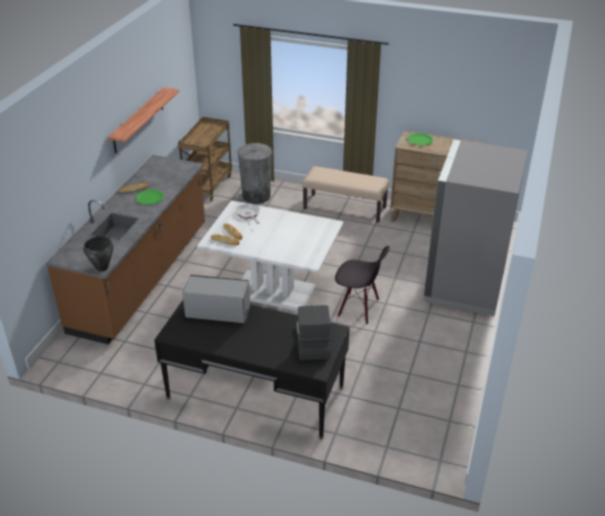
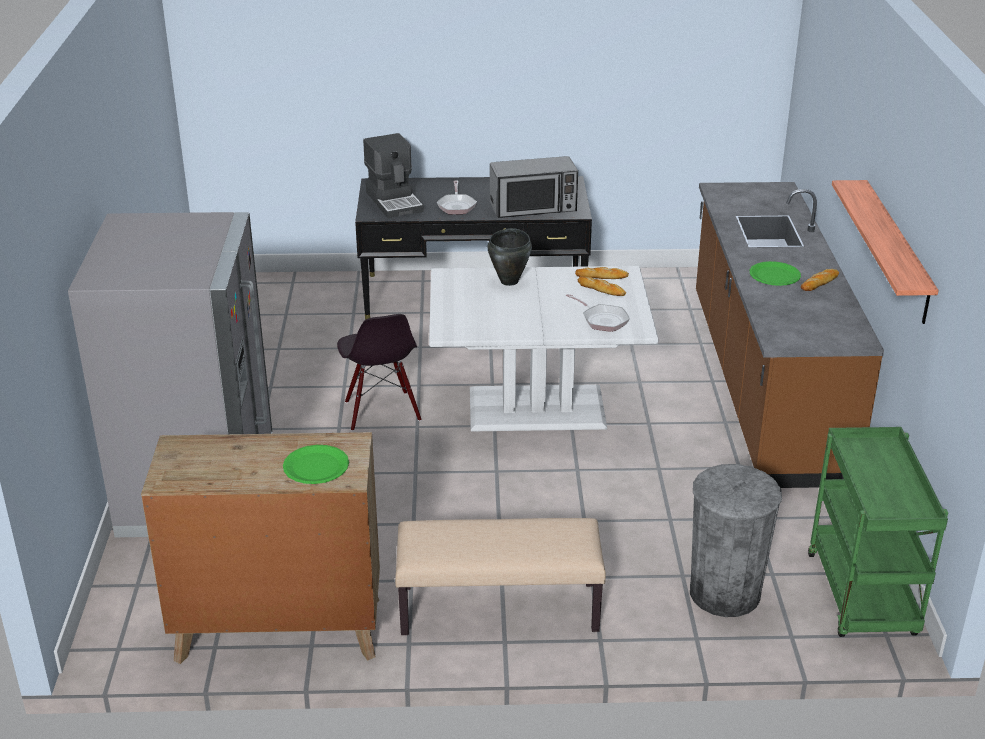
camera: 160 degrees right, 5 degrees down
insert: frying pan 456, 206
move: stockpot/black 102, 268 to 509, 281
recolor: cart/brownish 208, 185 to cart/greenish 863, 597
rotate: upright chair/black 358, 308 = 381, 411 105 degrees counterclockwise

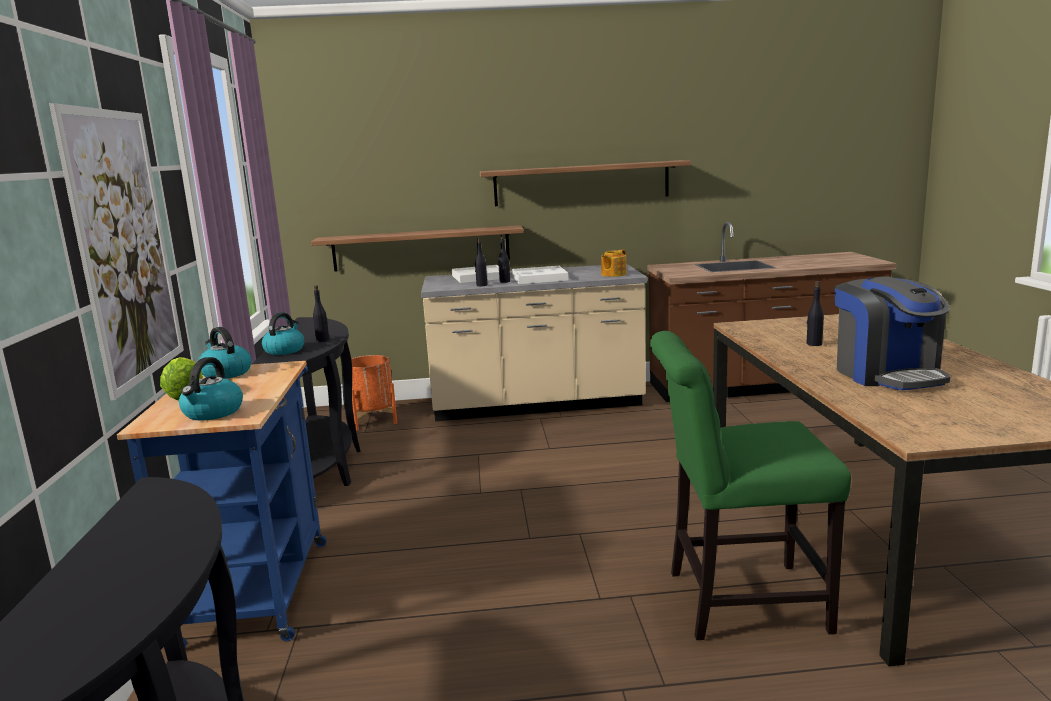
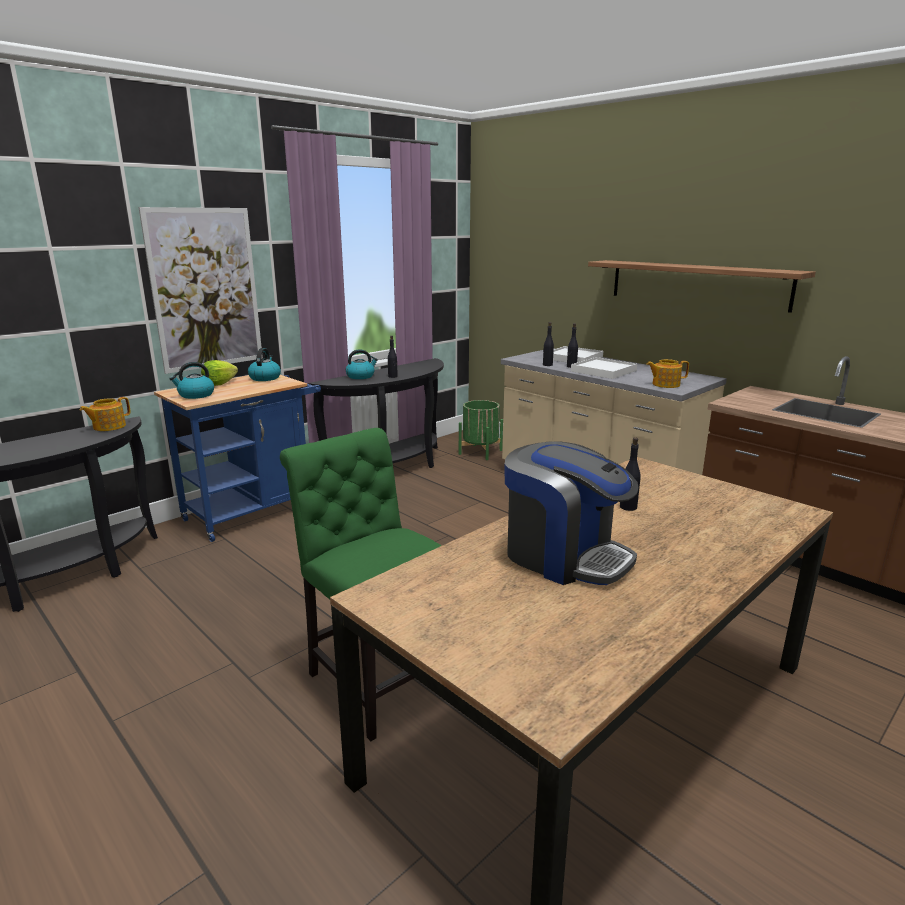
camera: 50 degrees right, 5 degrees up
delete: wall shelf 421, 248
insert: teapot 108, 427
recolor: flower pot/orange-coloured 373, 420 to flower pot/greenish 480, 452
rotate: coffee machine 887, 375 = 564, 556 90 degrees counterclockwise

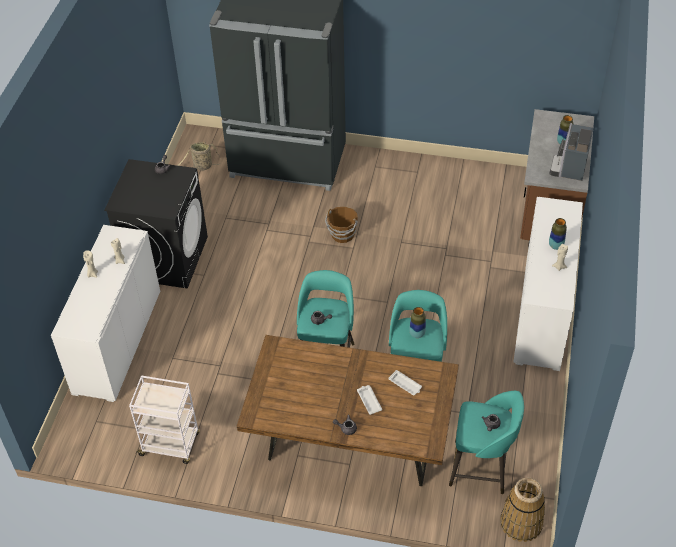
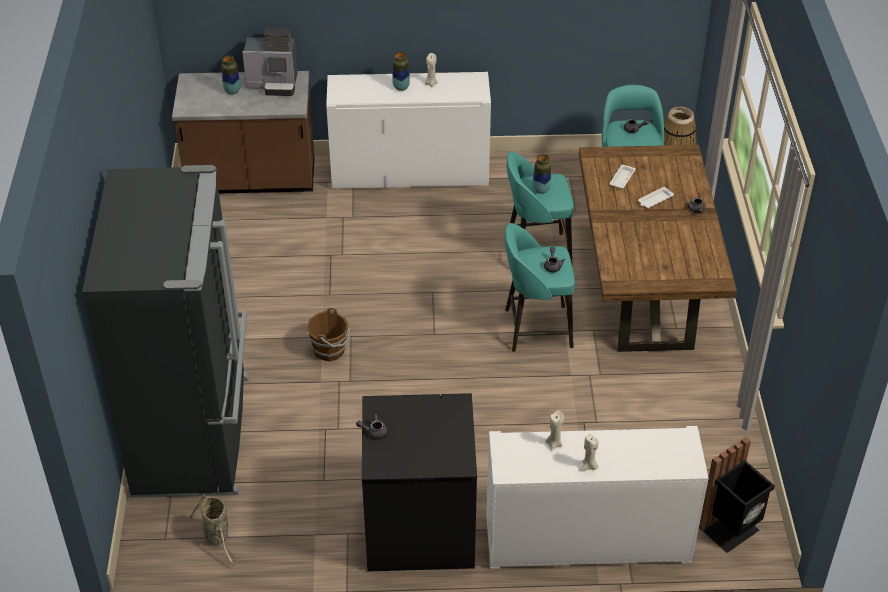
camera: 105 degrees left, 5 degrees down
delete: cart/whitish 170, 444
insert: waste bin/black 731, 530

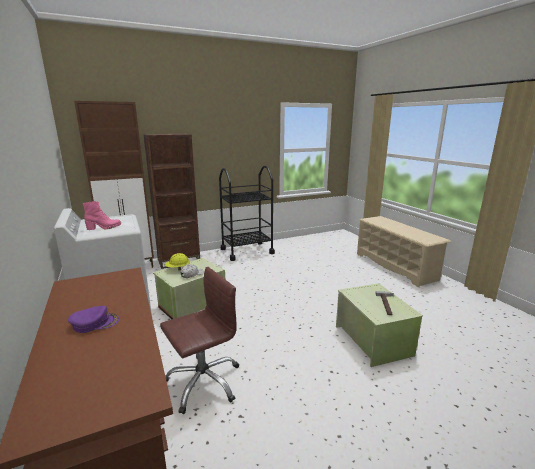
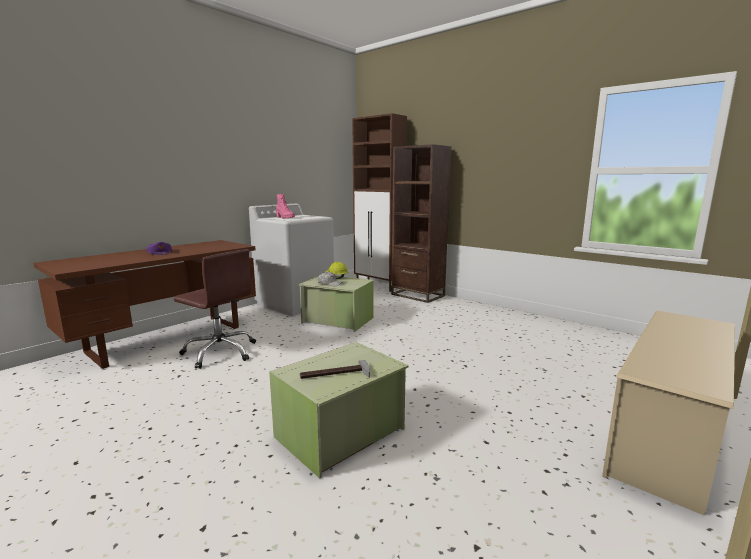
camera: 65 degrees right, 5 degrees down
delete: cart/black 247, 251

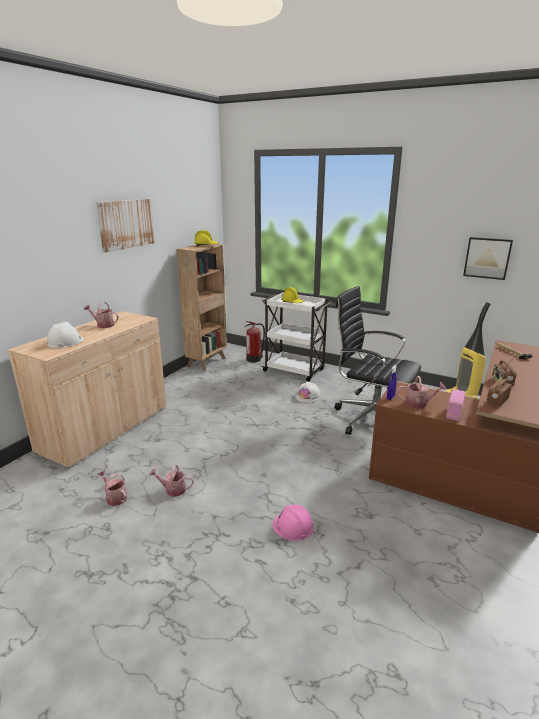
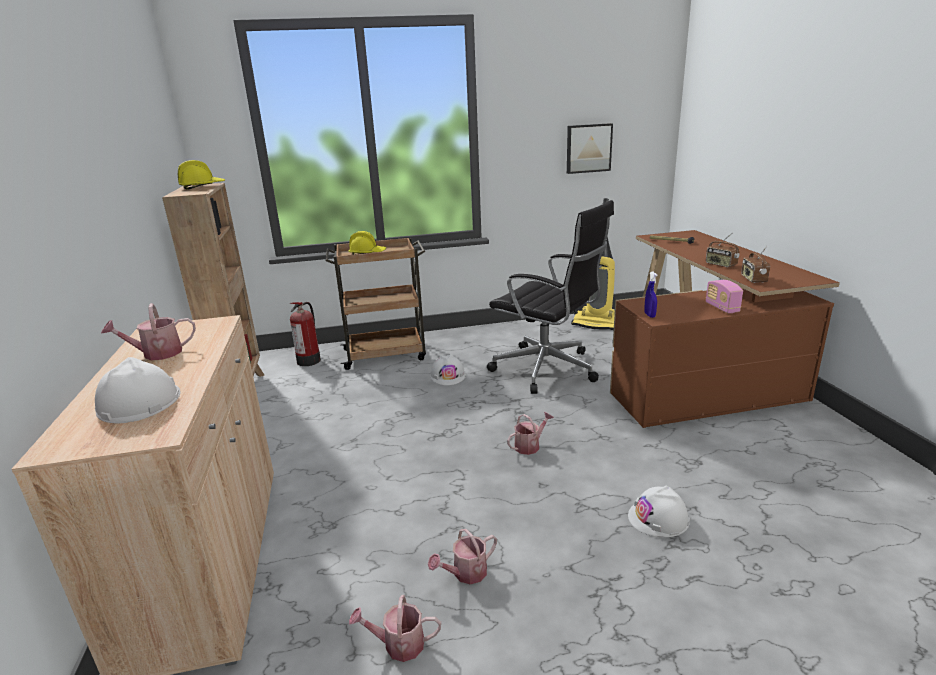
camera: 40 degrees left, 0 degrees up
delete: wall art 126, 224
move: watering can 419, 403 to 530, 445
recolor: cart/whitish 295, 371 to cart/brownish 386, 354; safety helmet/pinkish 293, 526 to safety helmet/whitish 658, 518
rotate: computer chair/black 371, 418 = 548, 369 135 degrees counterclockwise

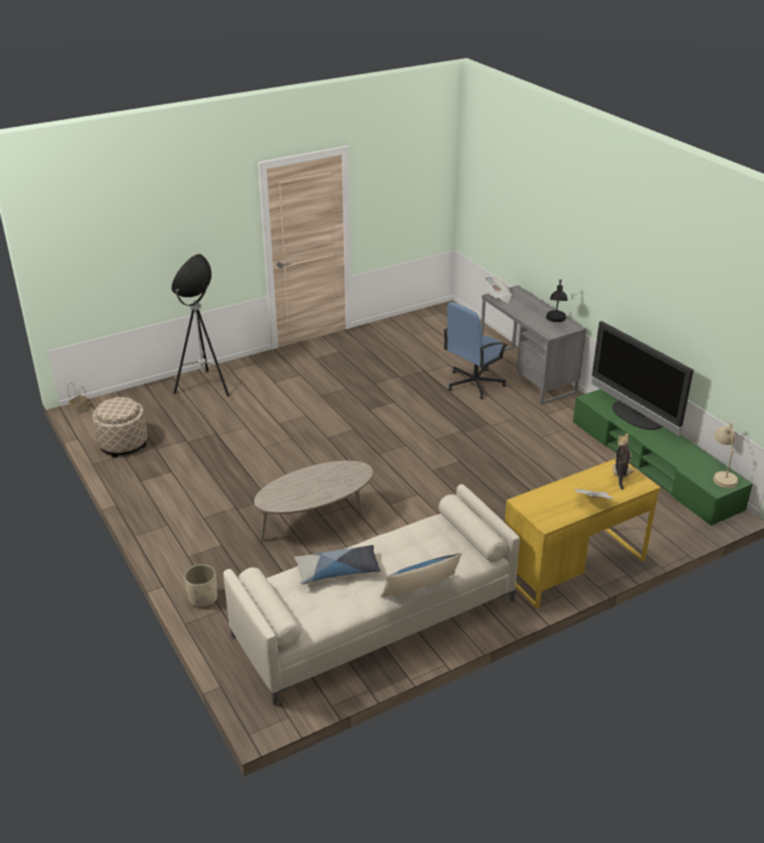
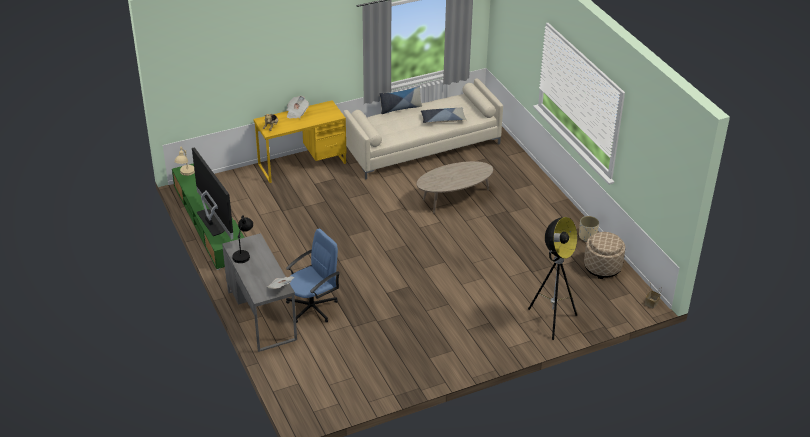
camera: 175 degrees left, 5 degrees up
move: flower pot/sand-coloured 202, 598 to 587, 237

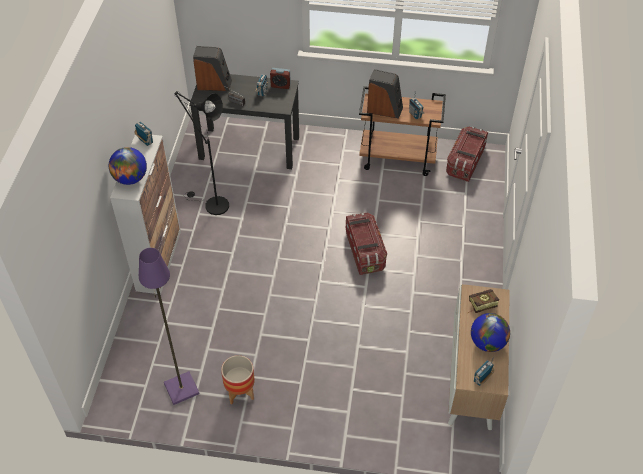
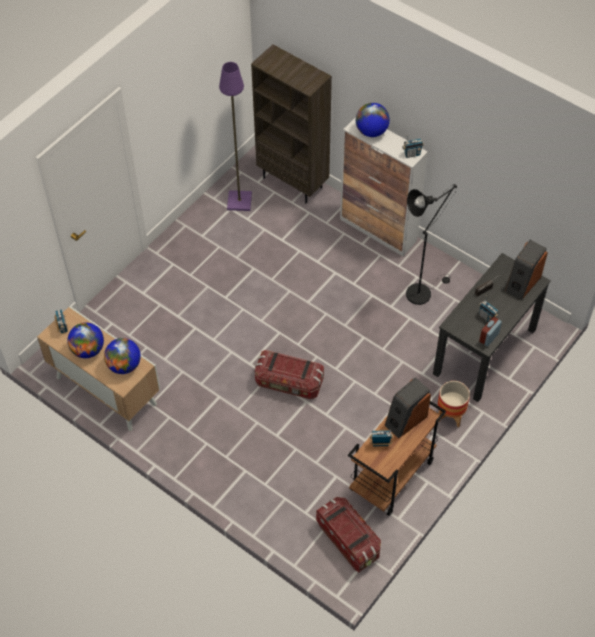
camera: 120 degrees right, 5 degrees up
insert: bookcase/brownish 293, 182
move: flower pot 240, 392 to 450, 415
replace: book 479, 305 to globe 124, 365

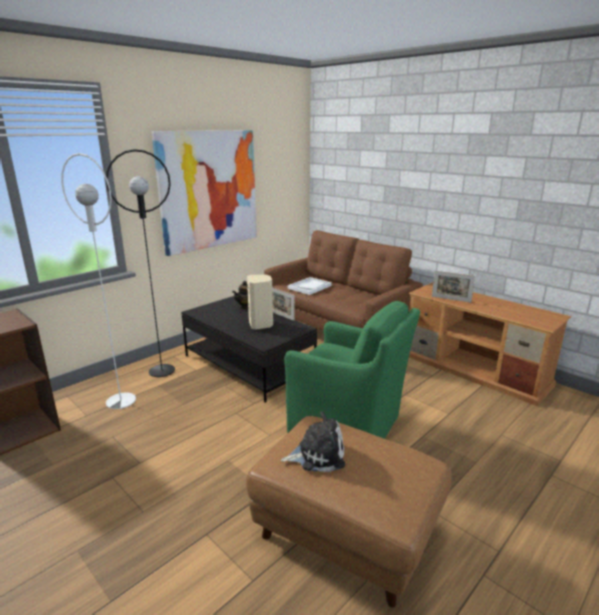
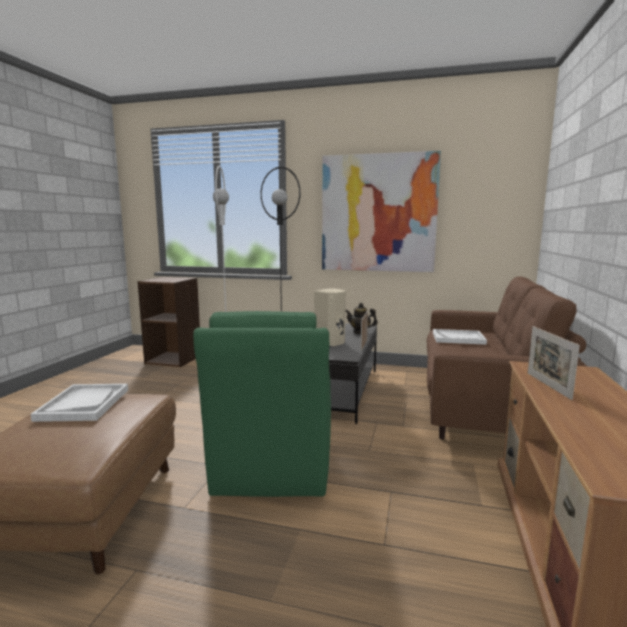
camera: 60 degrees right, 10 degrees down
replace: plush toy 317, 455 to tray/whitish 84, 404

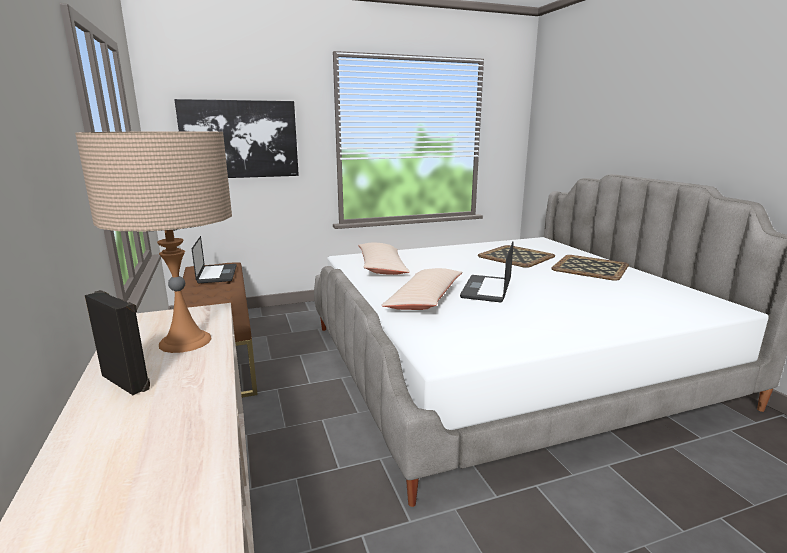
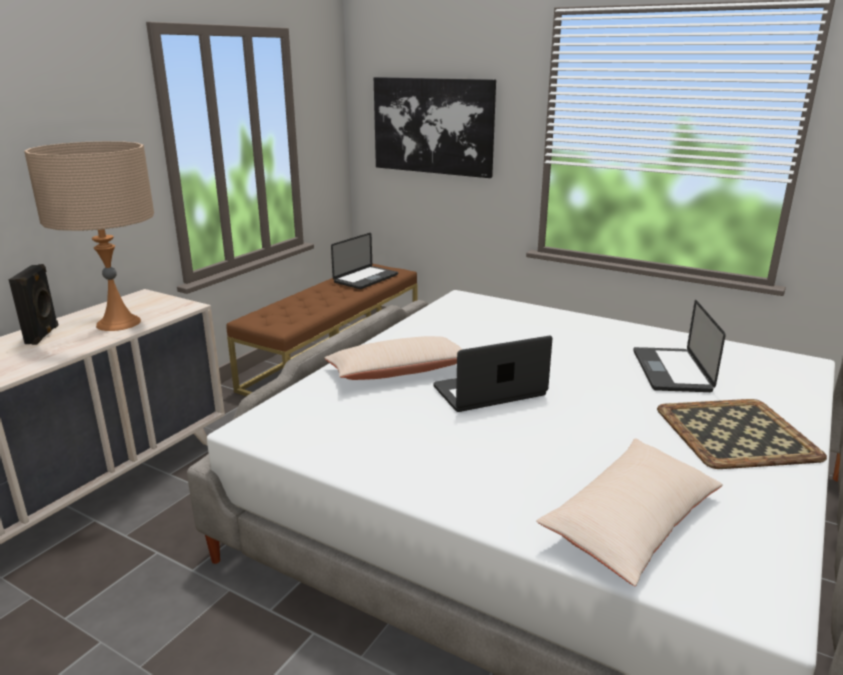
camera: 50 degrees right, 5 degrees up
move: cushion/sand-coloured 382, 267 to 632, 522
replace: tray 517, 256 to laptop 671, 371

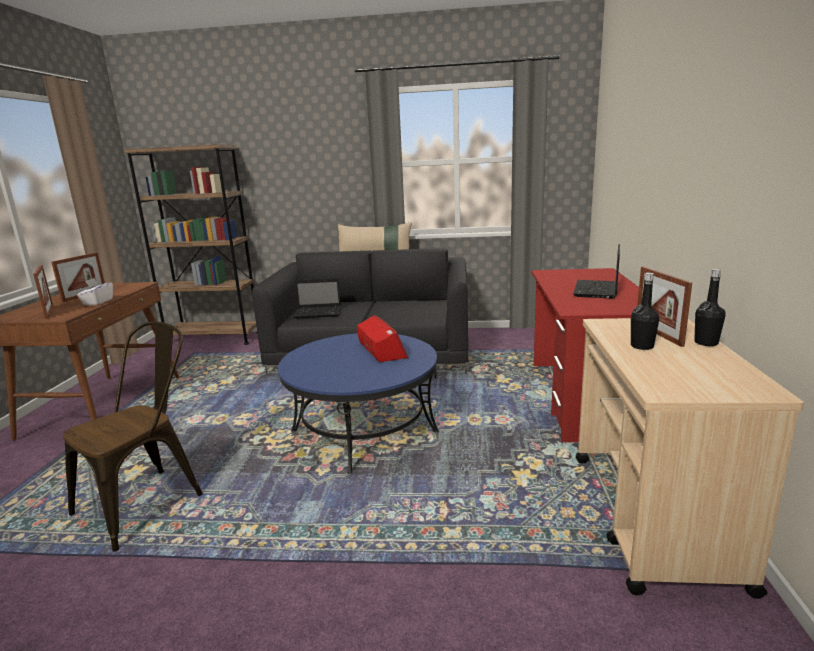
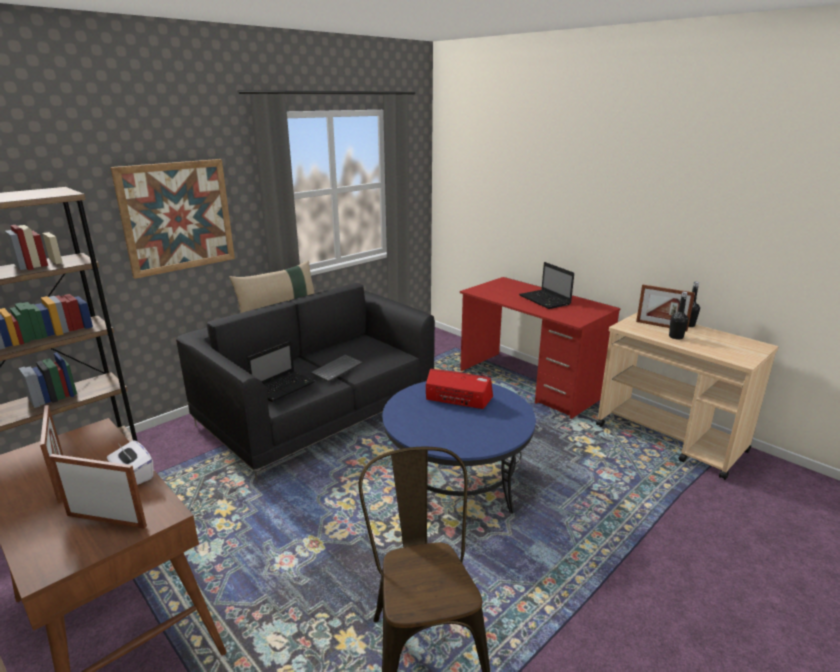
camera: 50 degrees left, 5 degrees up
insert: wall art 177, 217; computer keyboard 337, 369

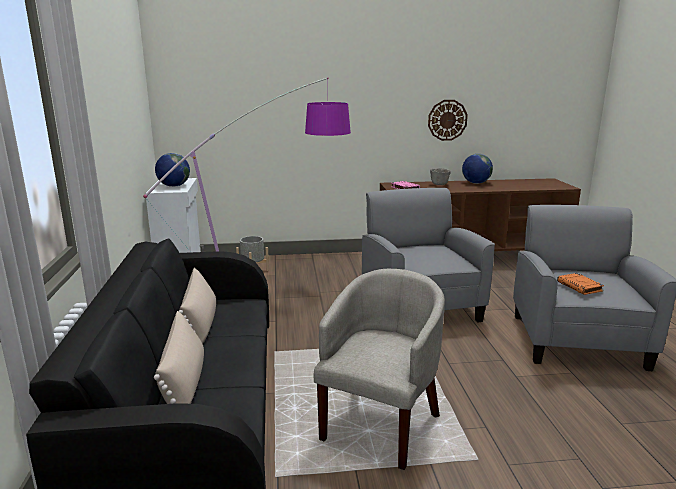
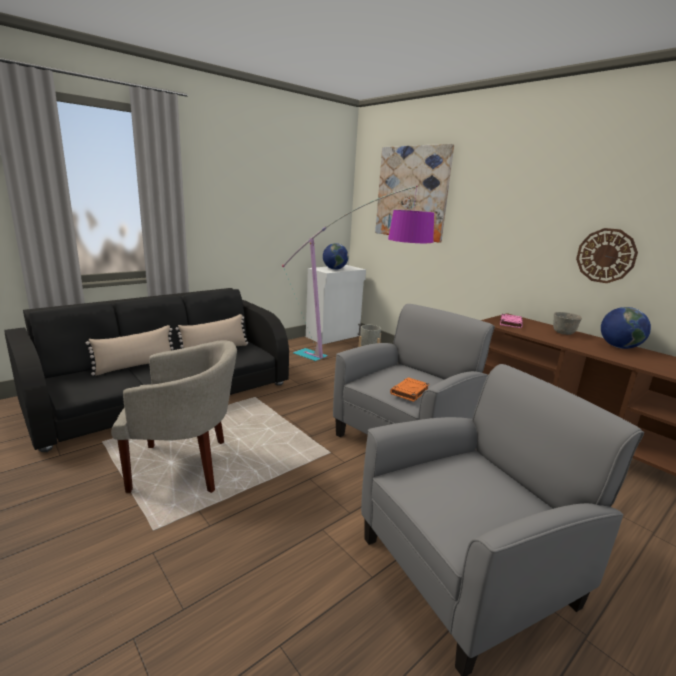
camera: 55 degrees right, 0 degrees up
insert: wall art 412, 193
move: book/orange-coloured 580, 287 to 409, 392

